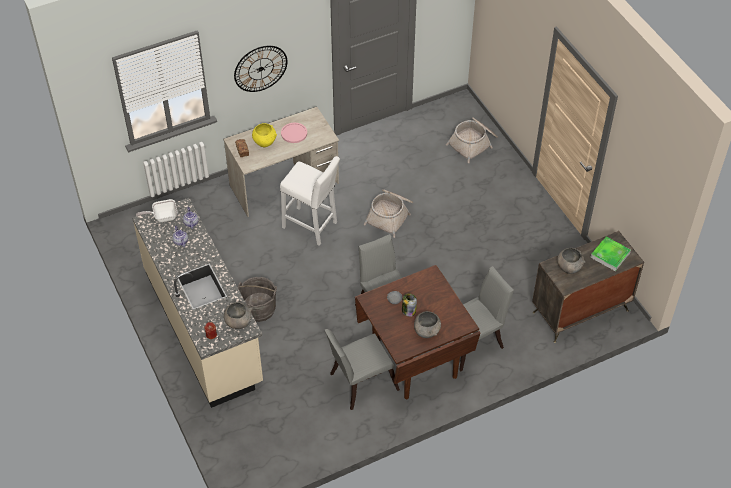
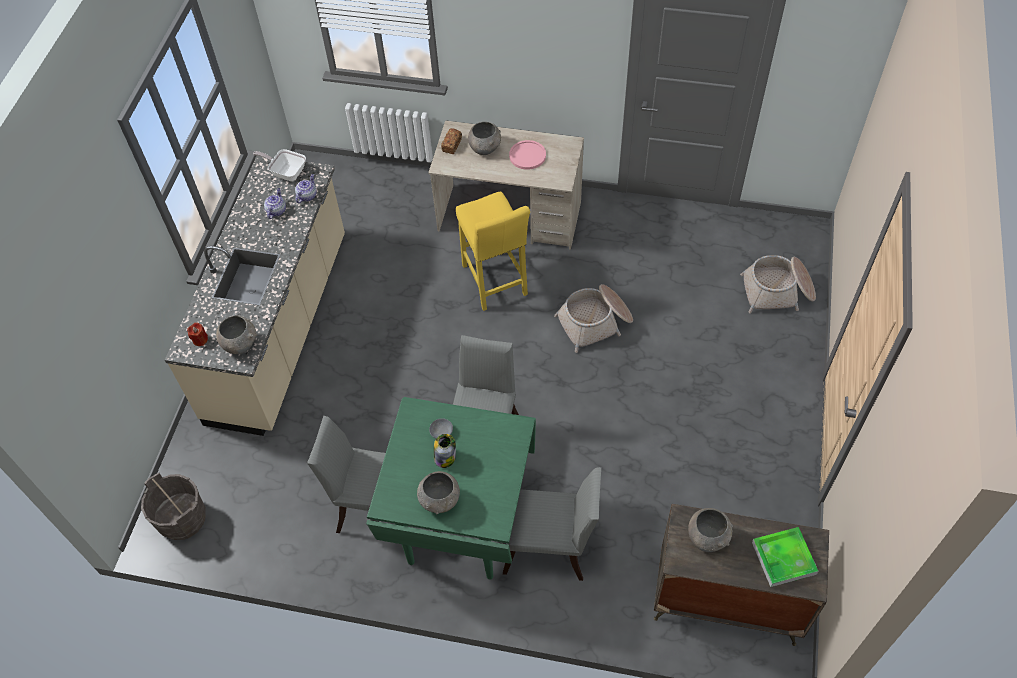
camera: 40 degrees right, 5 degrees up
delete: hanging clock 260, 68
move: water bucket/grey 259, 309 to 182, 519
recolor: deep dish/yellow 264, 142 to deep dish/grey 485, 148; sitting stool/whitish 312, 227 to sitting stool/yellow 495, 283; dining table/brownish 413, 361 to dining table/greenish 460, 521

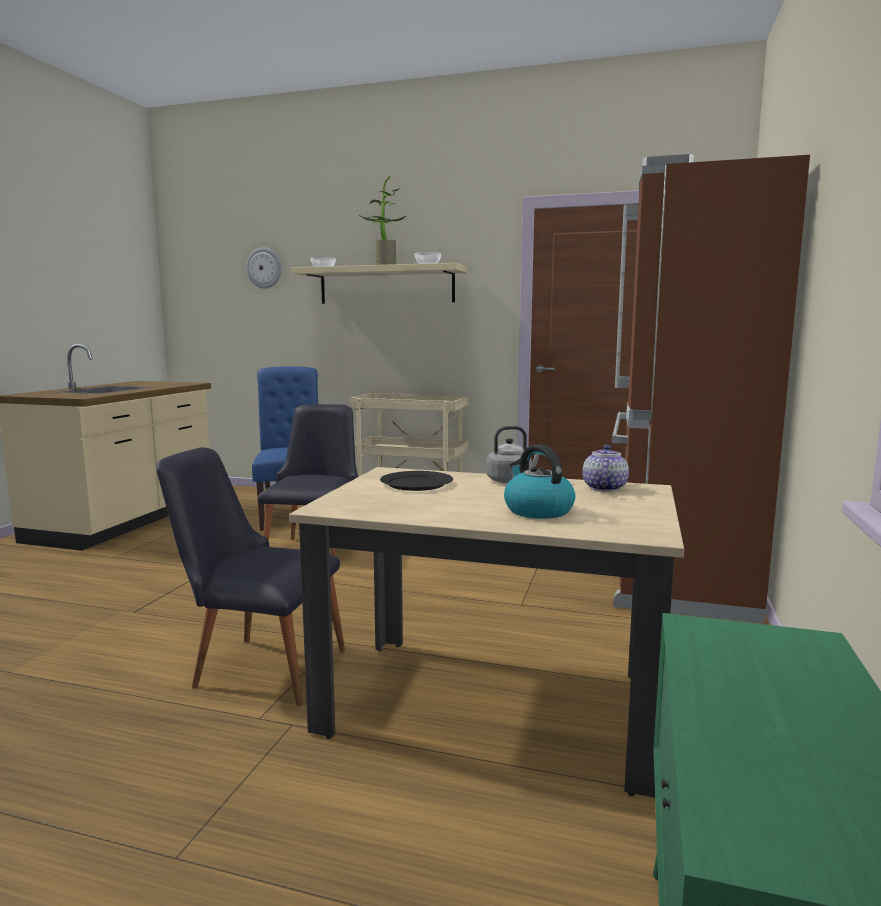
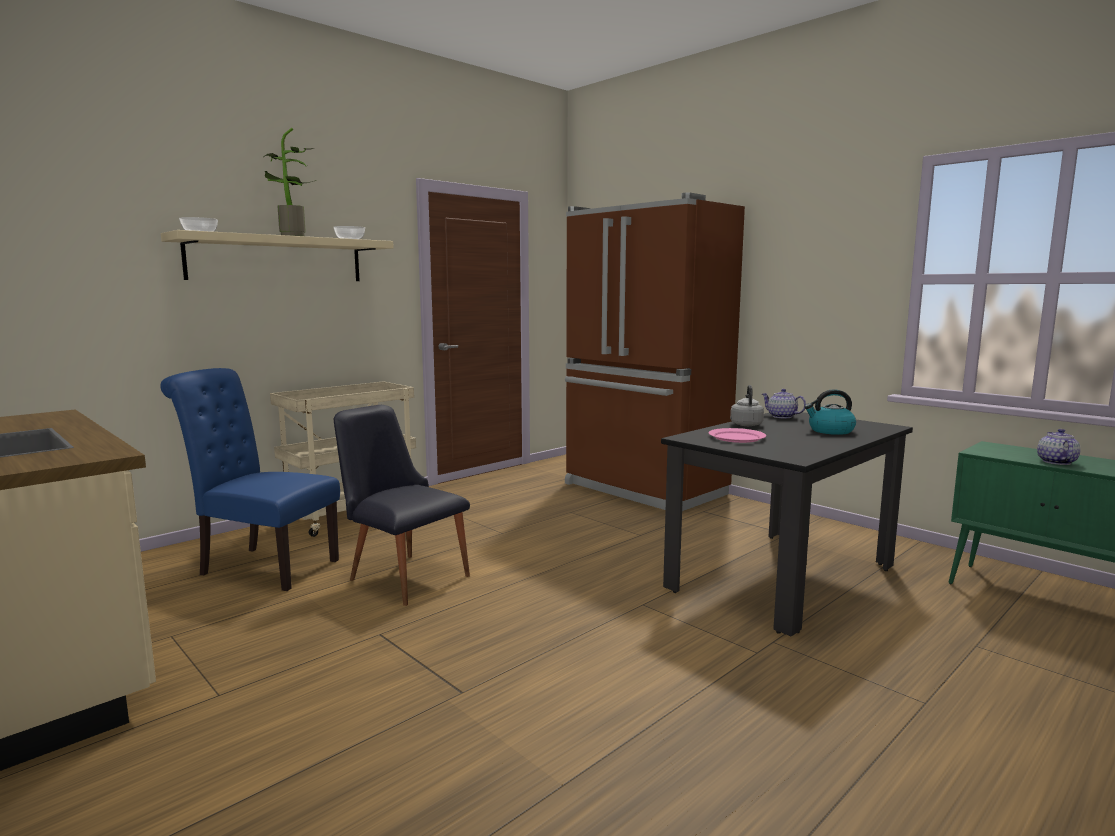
camera: 60 degrees left, 0 degrees up
delete: hanging clock 264, 268; upright chair/black 258, 666
insert: teapot 1055, 462
recolor: dining table/sand-coloured 492, 706 to dining table/black 782, 577; dinner plate/black 417, 484 to dinner plate/pinkish 737, 438

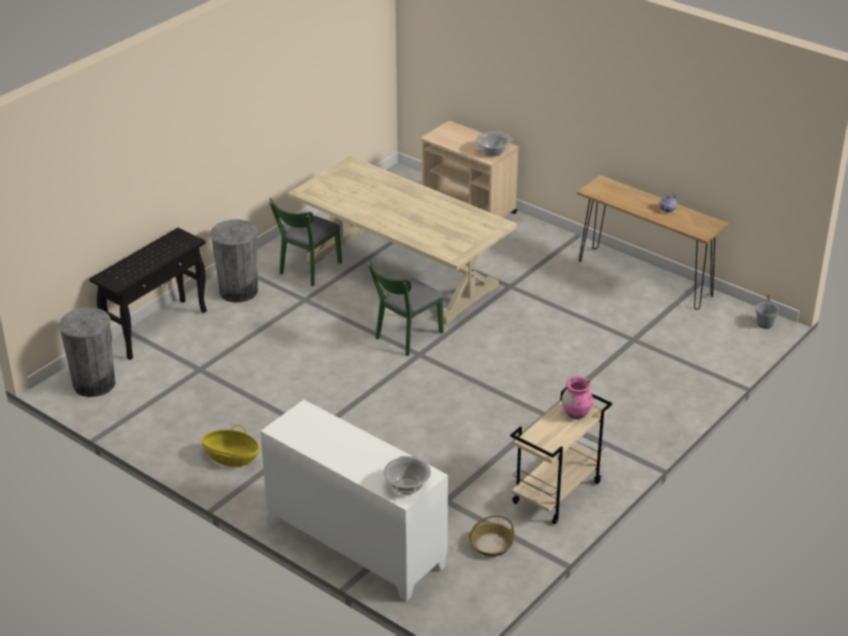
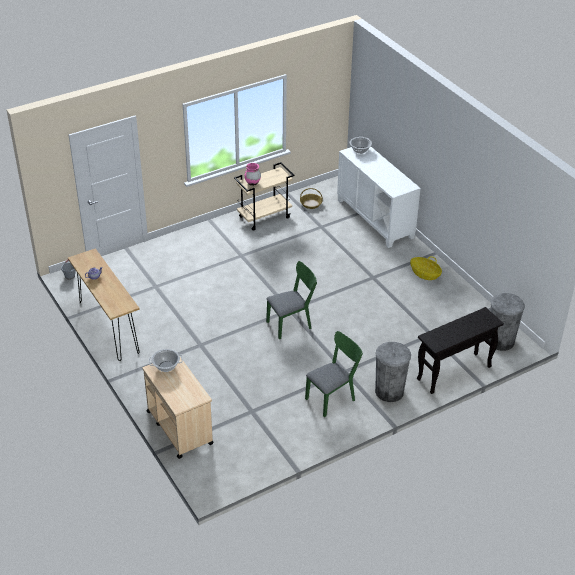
camera: 160 degrees left, 5 degrees up
delete: dining table/sand-coloured 402, 273

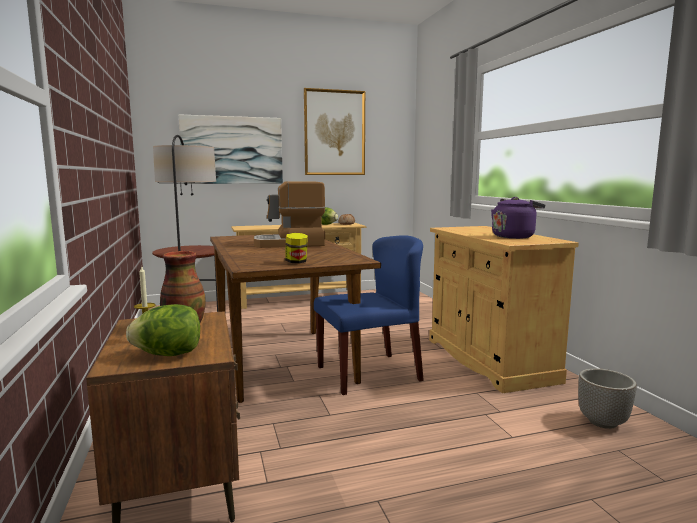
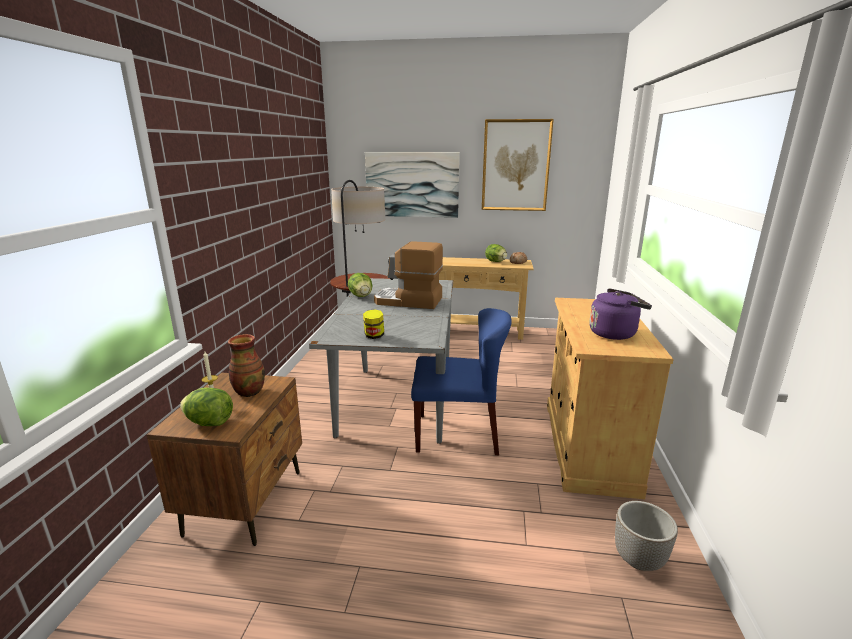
camera: 25 degrees right, 10 degrees up
insert: lettuce head 361, 296
recolor: dining table/brownish 283, 361 to dining table/grey 397, 402

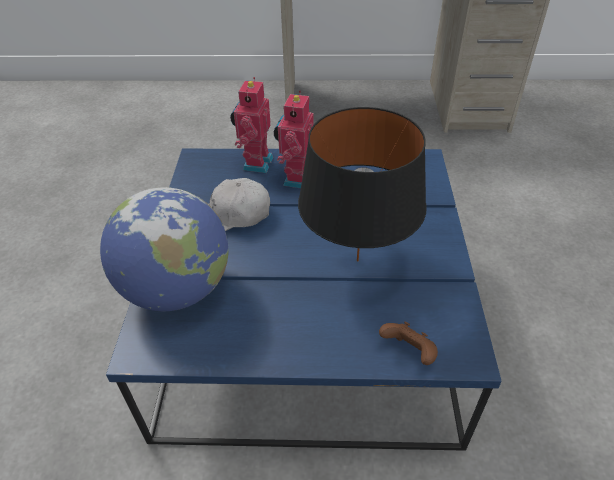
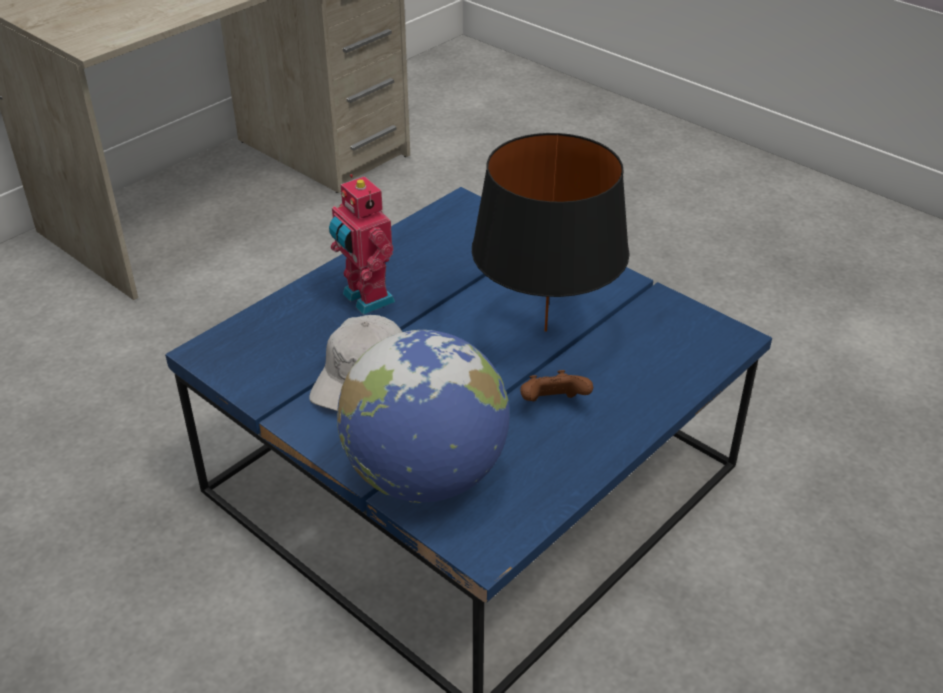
camera: 50 degrees left, 5 degrees down
delete: model robot 255, 163
move: joypad/brownish 409, 352 to 553, 404

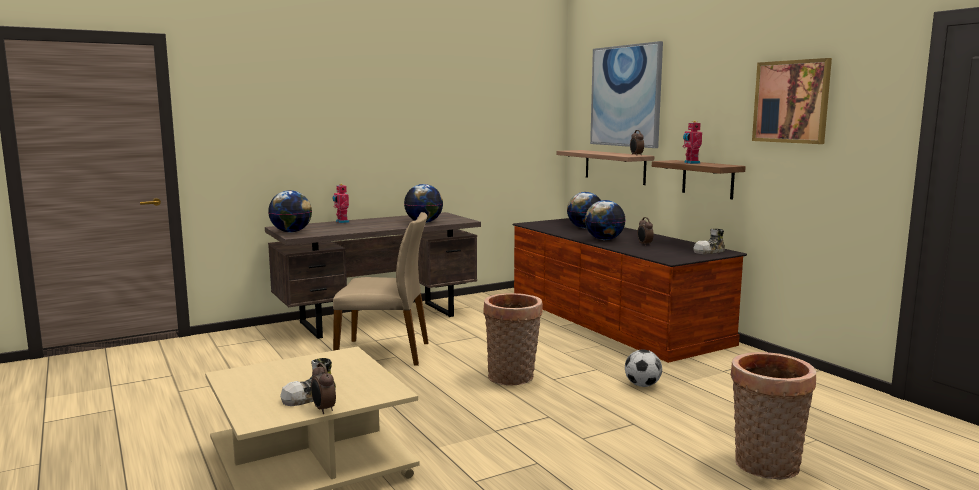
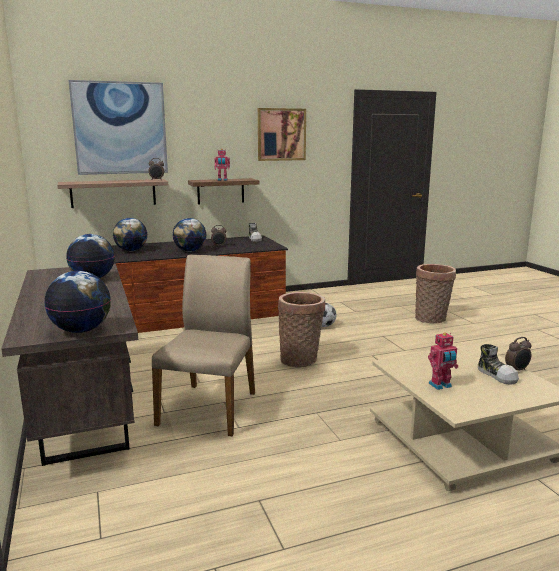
camera: 80 degrees left, 5 degrees up
move: model robot 341, 222 to 441, 386

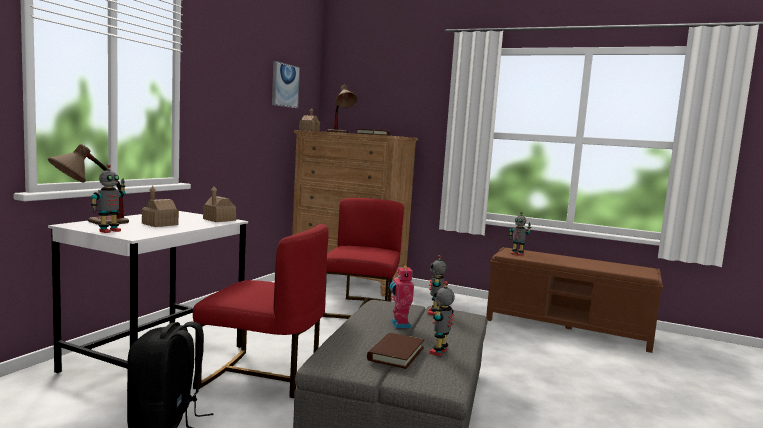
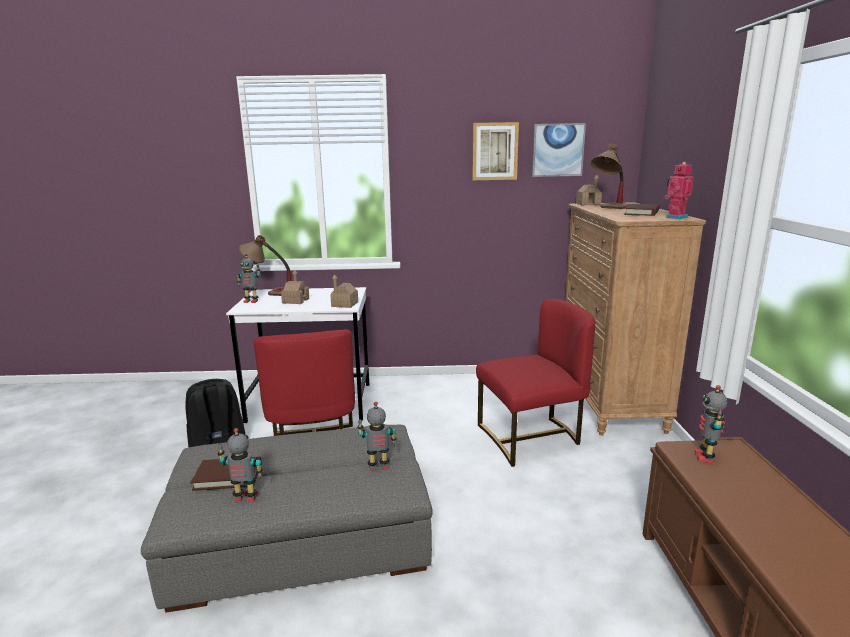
camera: 65 degrees right, 10 degrees up
insert: wall art 494, 151
move: model robot 399, 324 to 675, 217

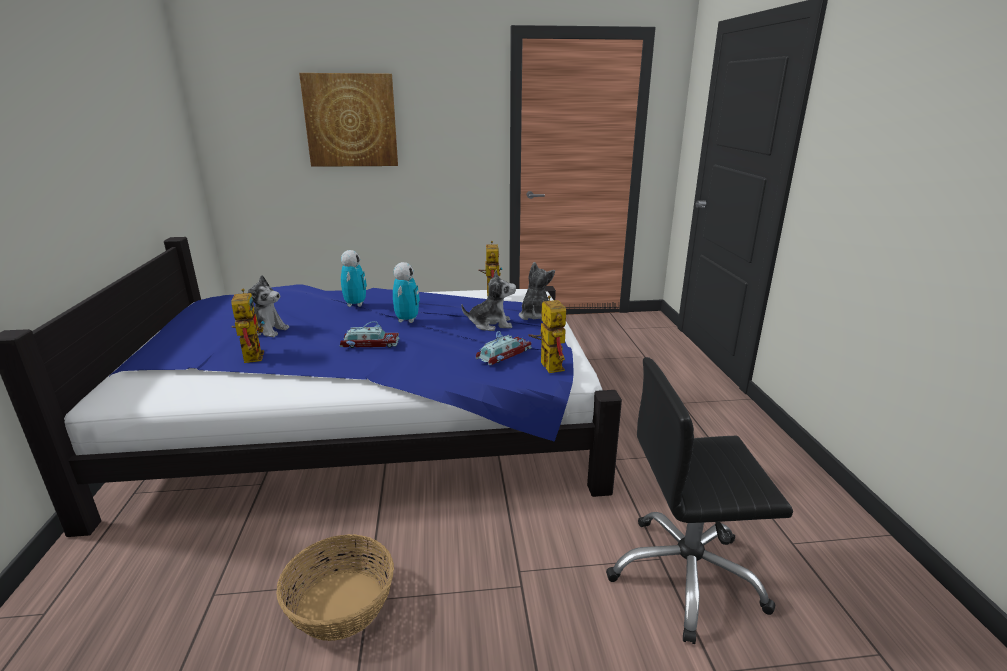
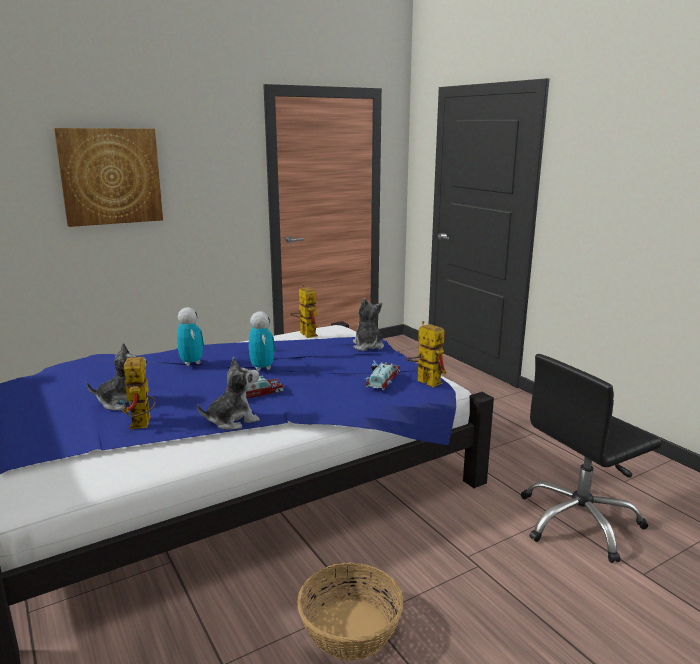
camera: 25 degrees left, 5 degrees down
move: plush toy 491, 324 to 232, 420
rotate: model robot 251, 355 = 142, 425 150 degrees counterclockwise

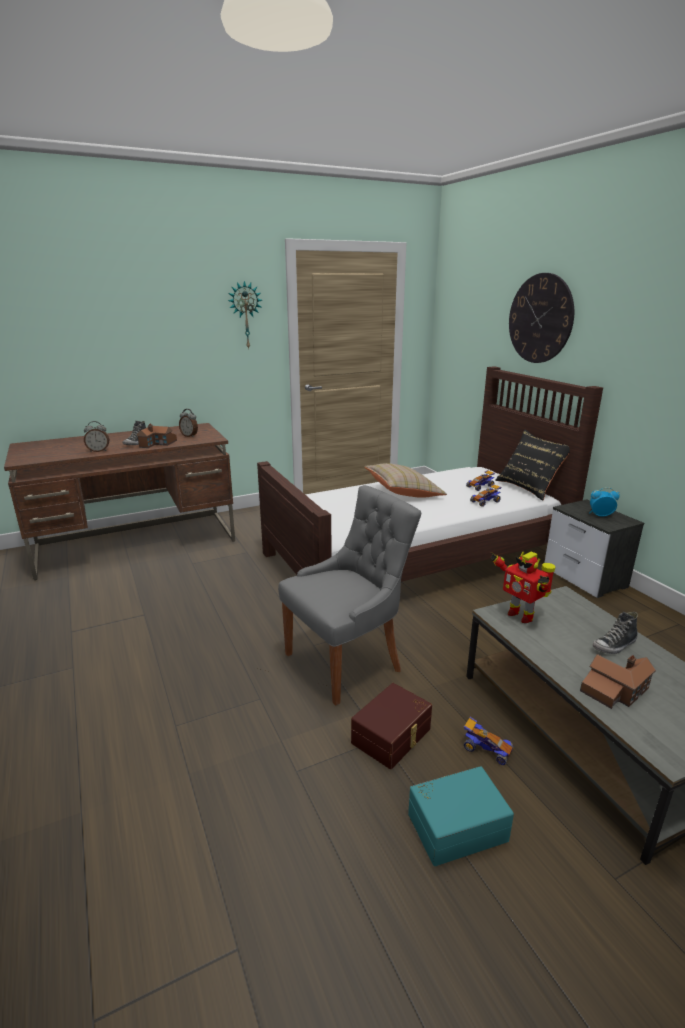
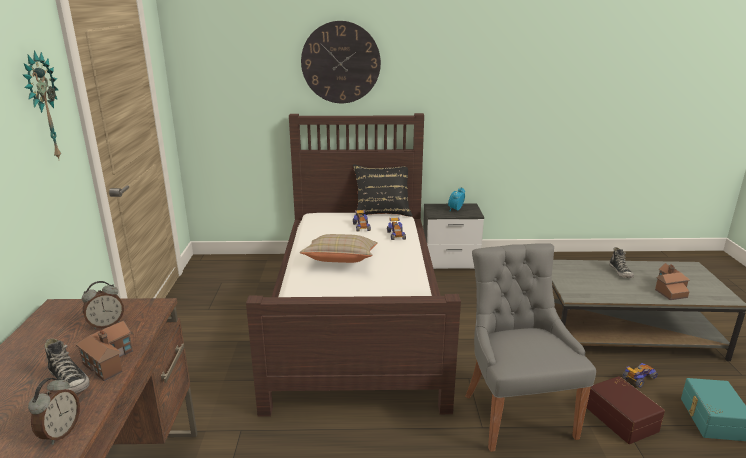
camera: 65 degrees left, 0 degrees up
delete: model robot 520, 615

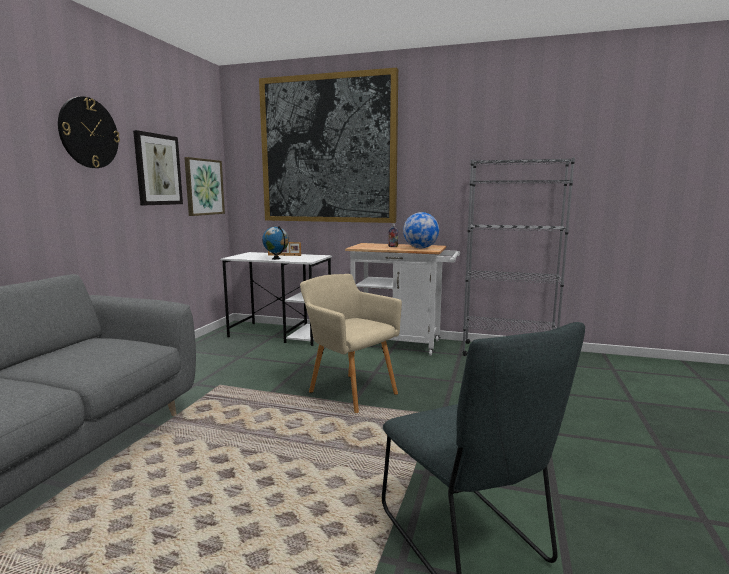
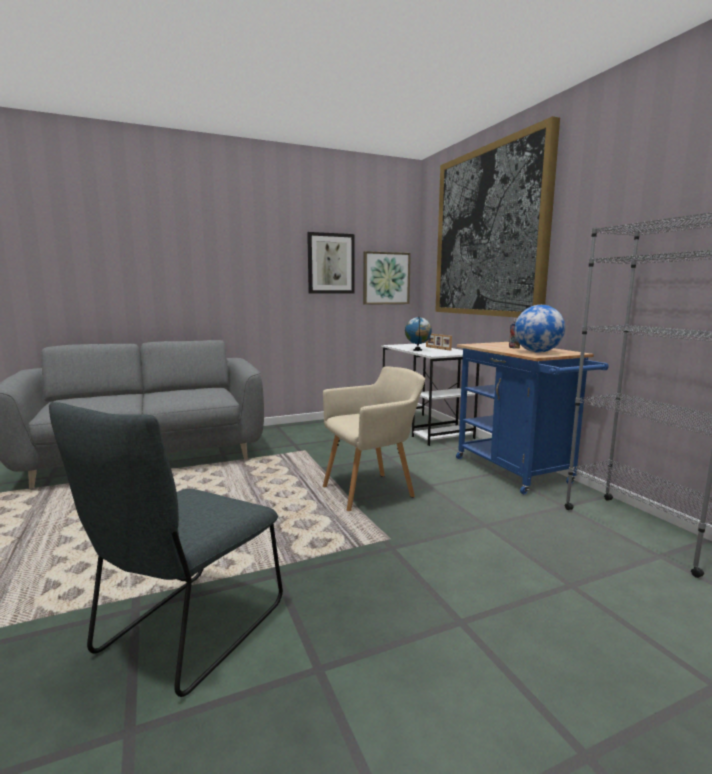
camera: 50 degrees right, 0 degrees up
delete: hanging clock 88, 133
recolor: cart/whitish 402, 344 to cart/blue-coloured 517, 473
rotate: armchair/sand-coloured 350, 391 = 372, 490 60 degrees clockwise

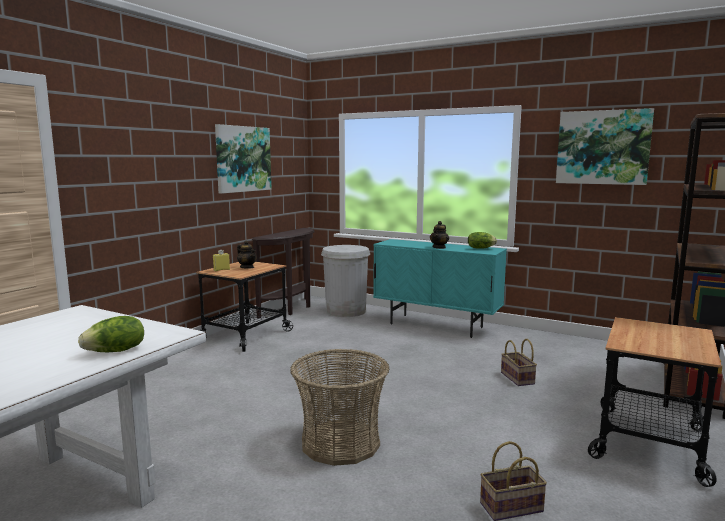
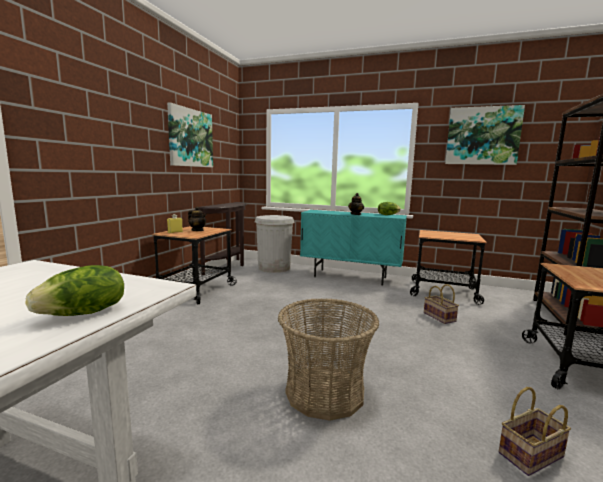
camera: 10 degrees left, 0 degrees up
insert: cart 443, 292

